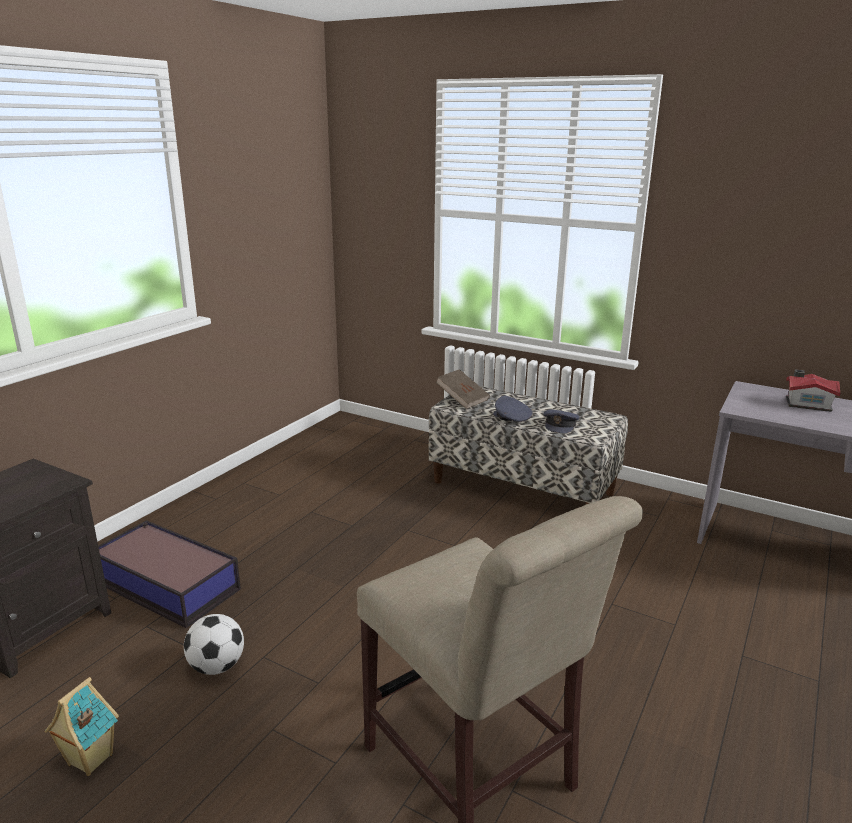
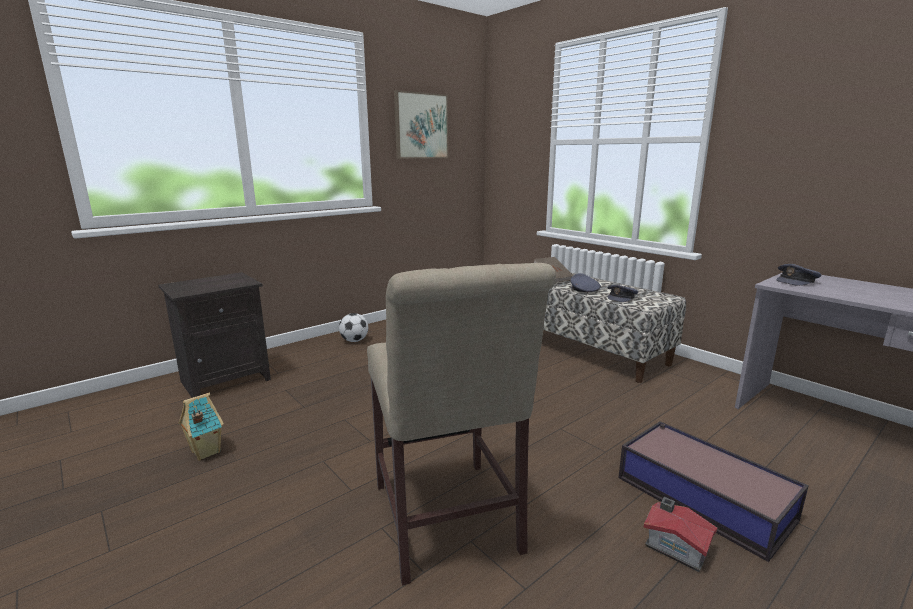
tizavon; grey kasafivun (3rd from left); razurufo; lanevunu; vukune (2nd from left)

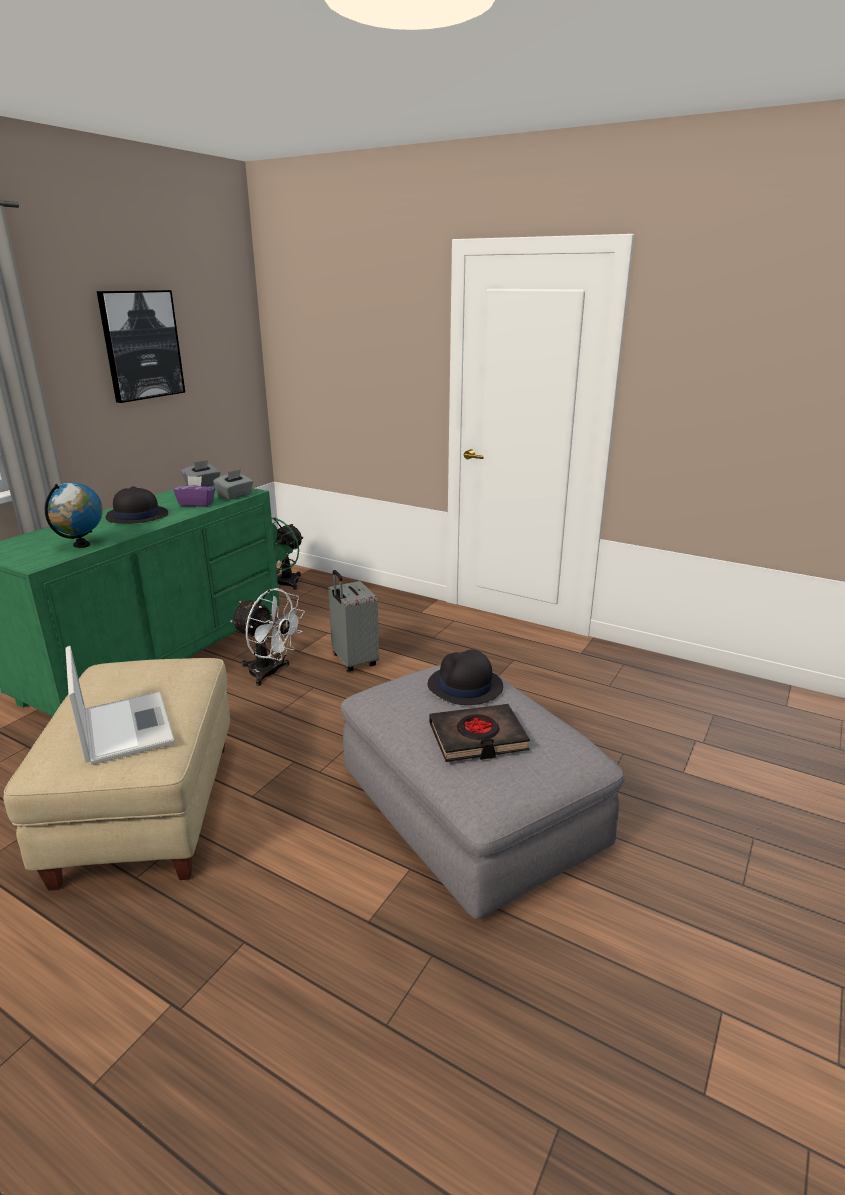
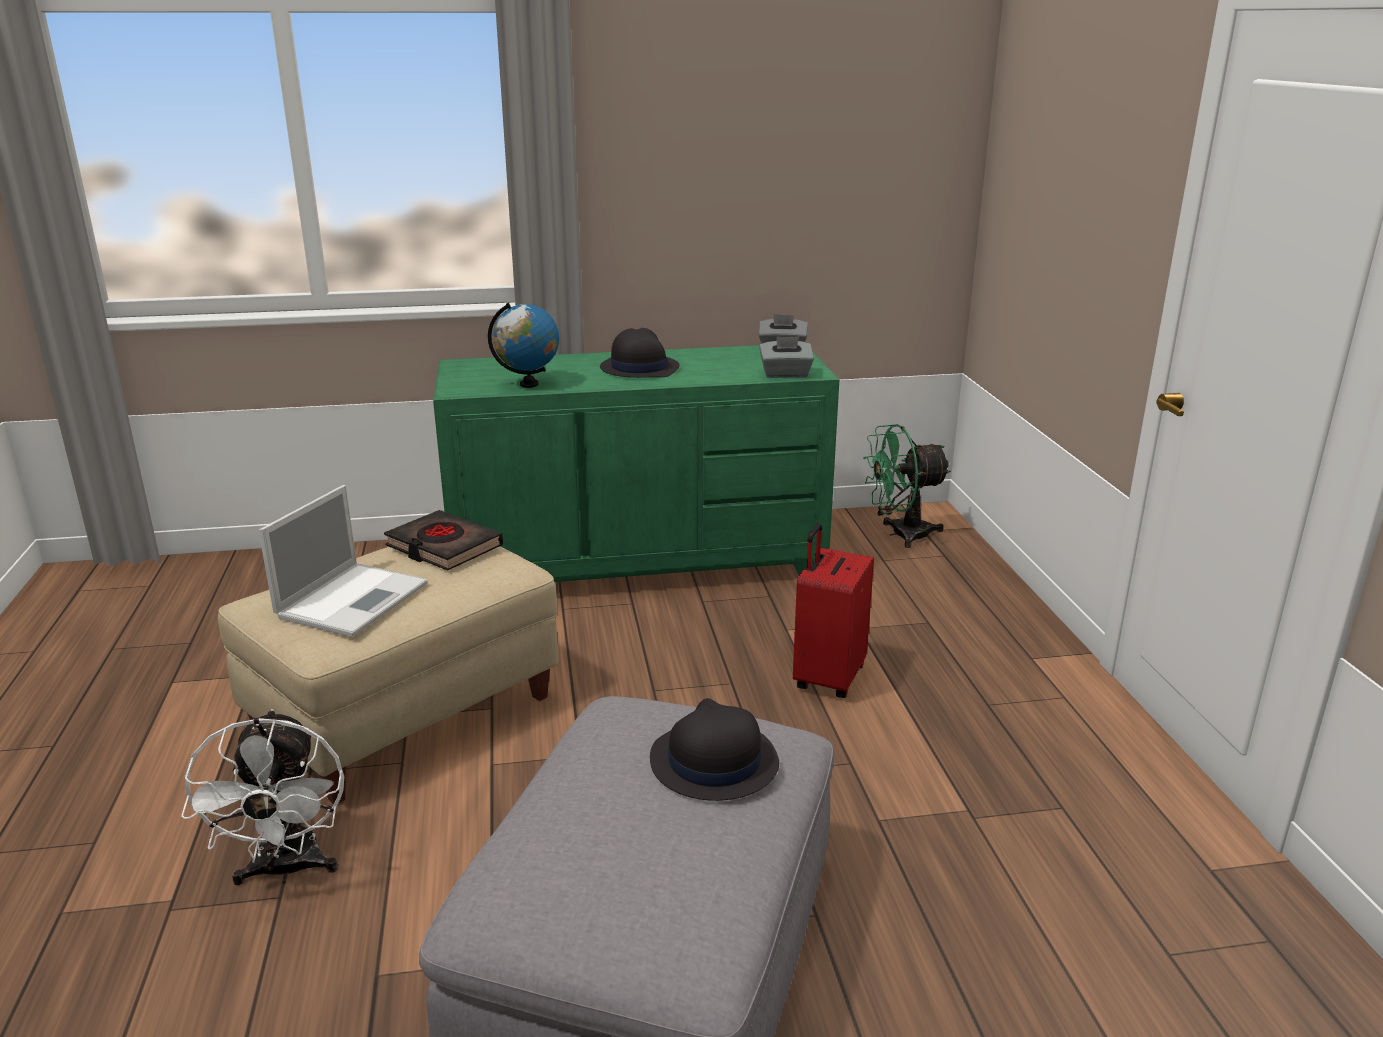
tizavon; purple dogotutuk; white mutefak; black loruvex; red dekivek

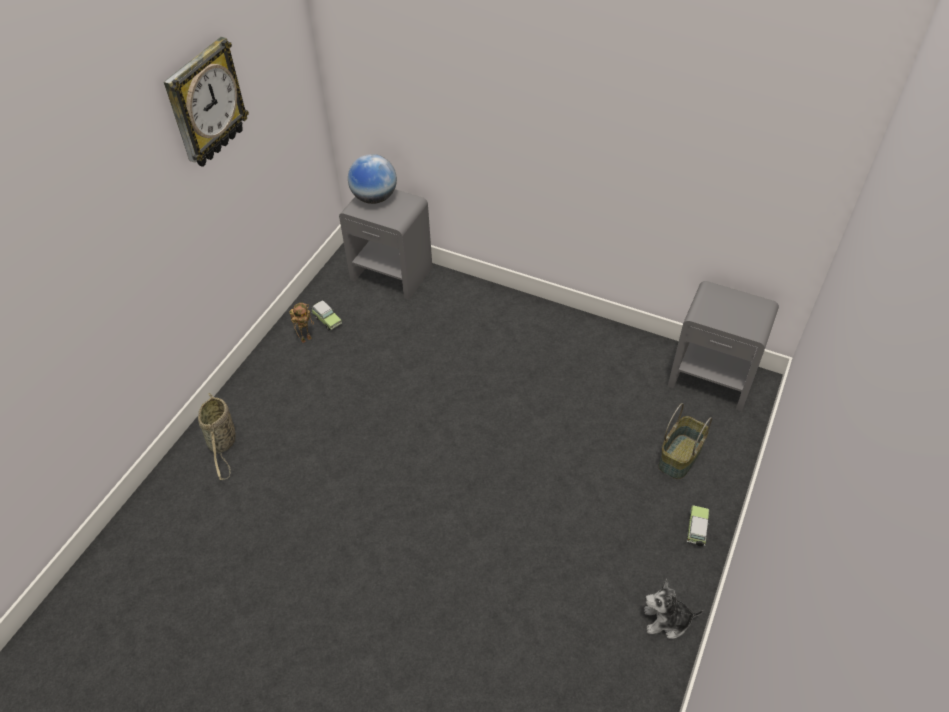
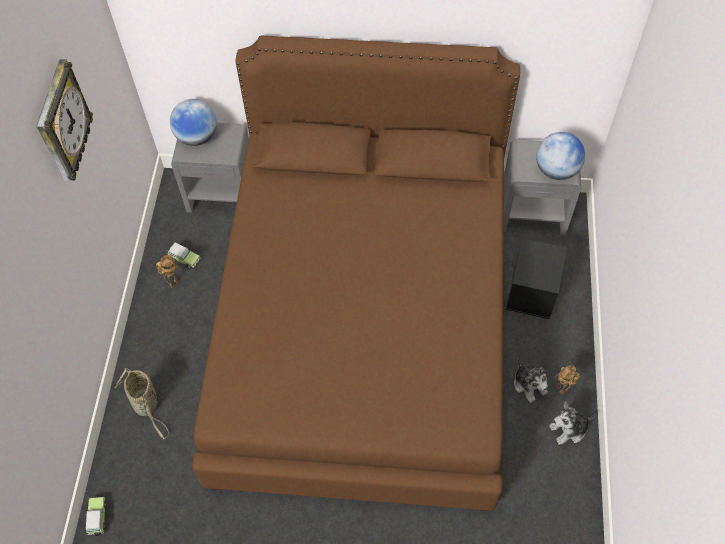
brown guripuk; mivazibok (1st from left); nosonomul (2nd from left); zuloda (2nd from left); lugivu (1st from left); black razurufo

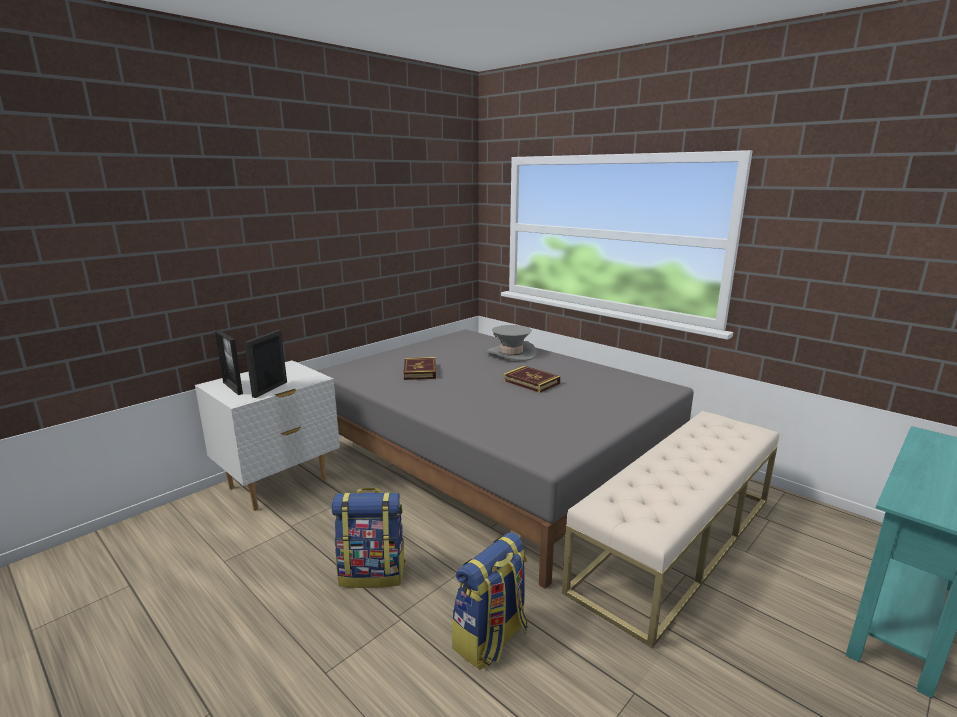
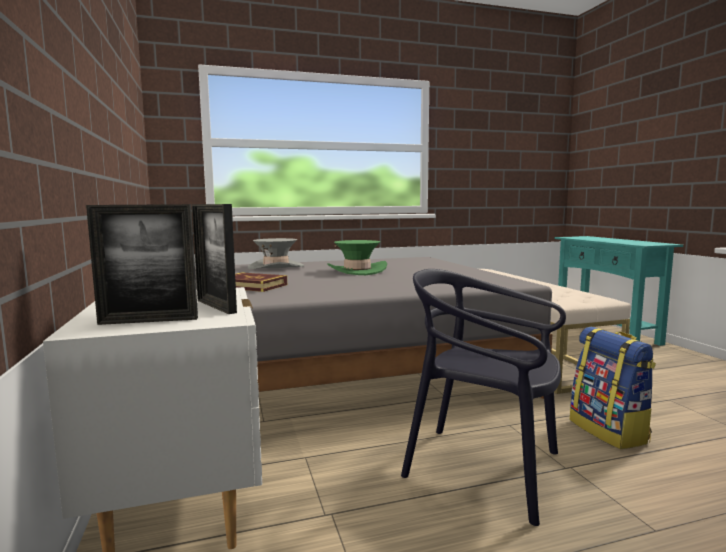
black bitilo; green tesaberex

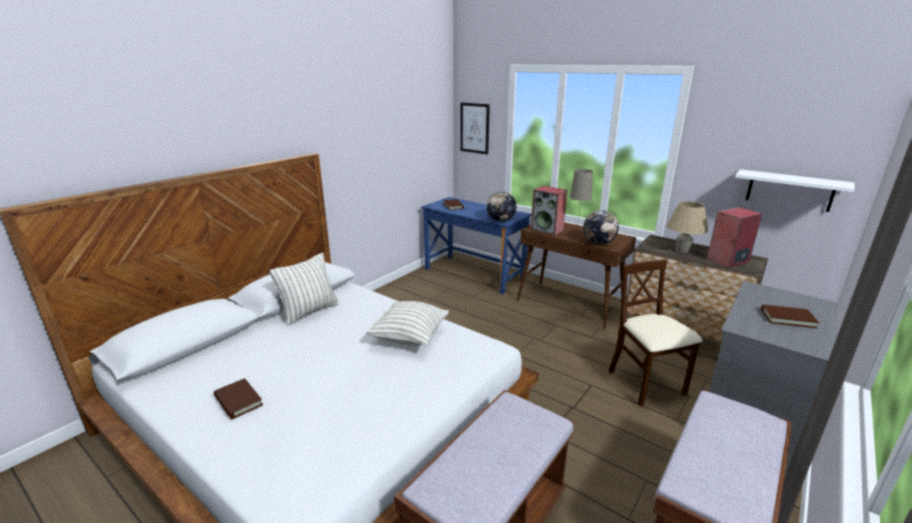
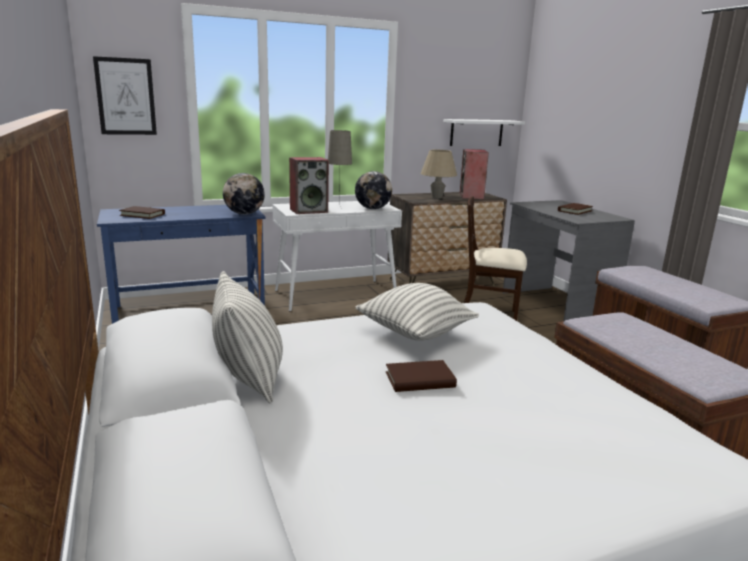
brown loruvex (2nd from left); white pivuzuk

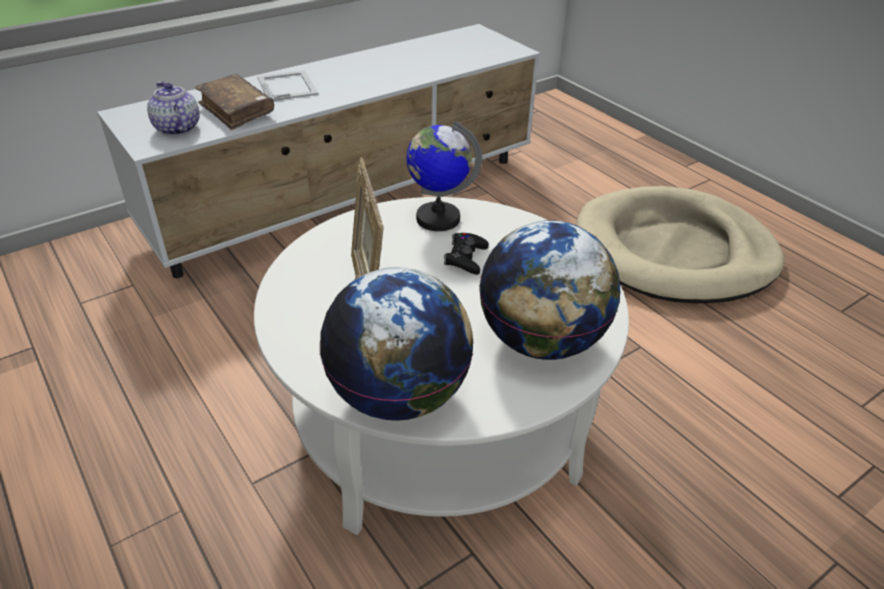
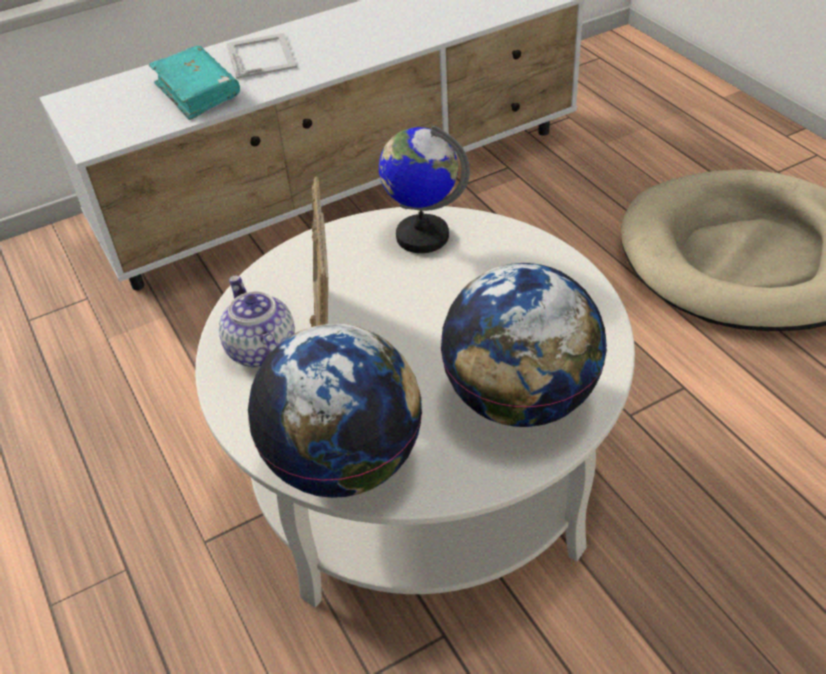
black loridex; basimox; turquoise loruvex

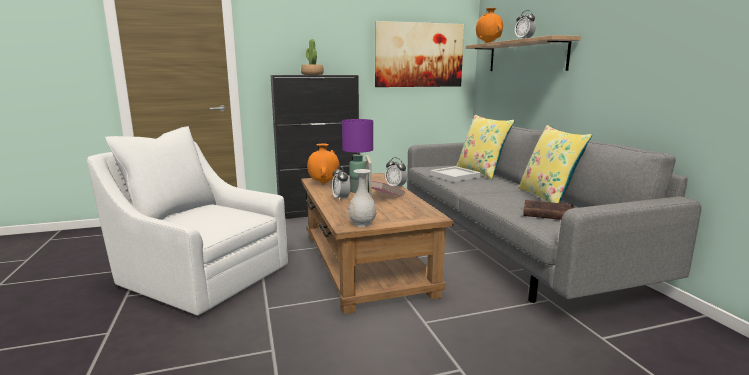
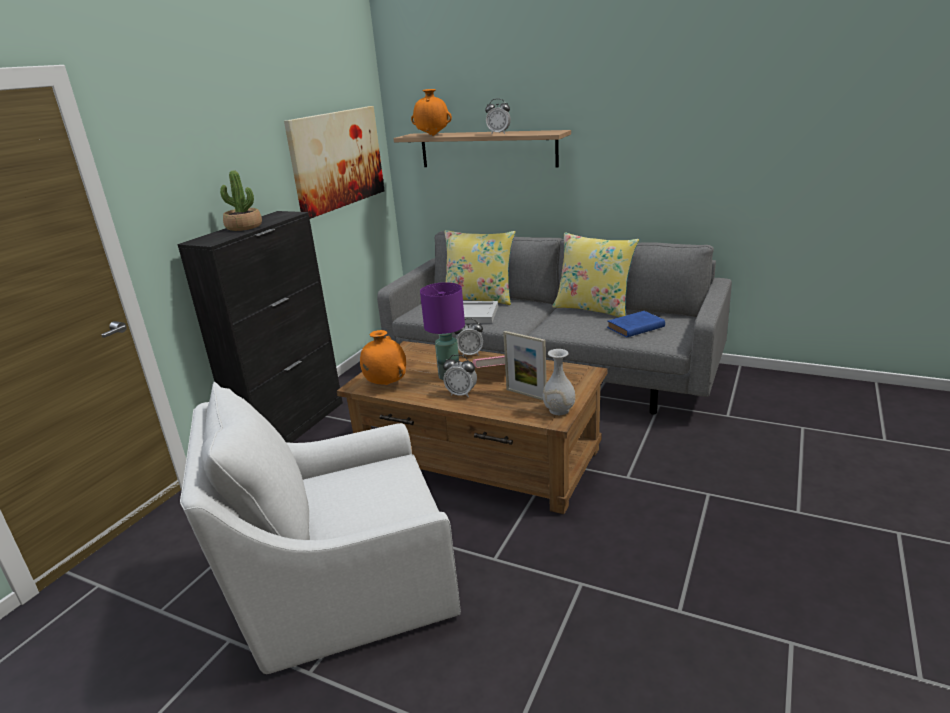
blue loruvex

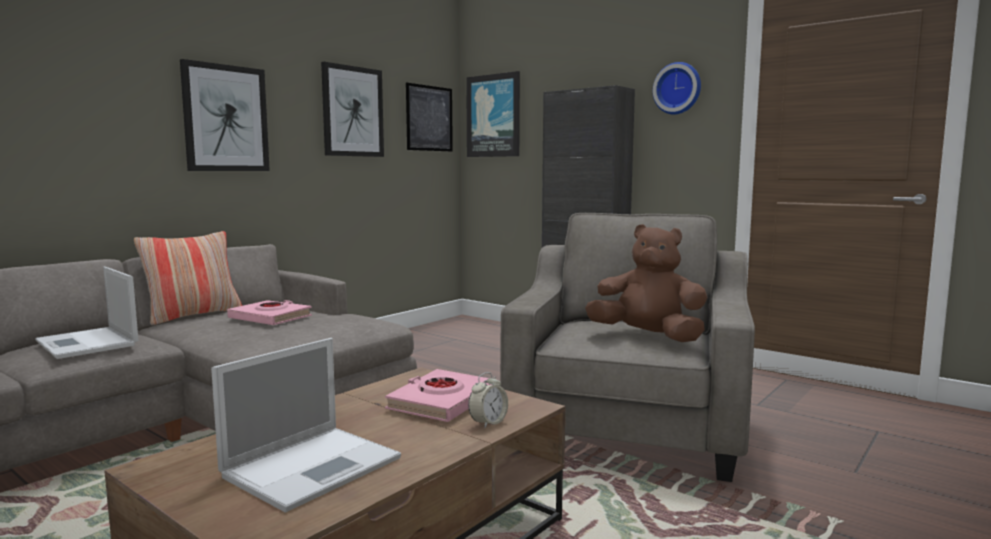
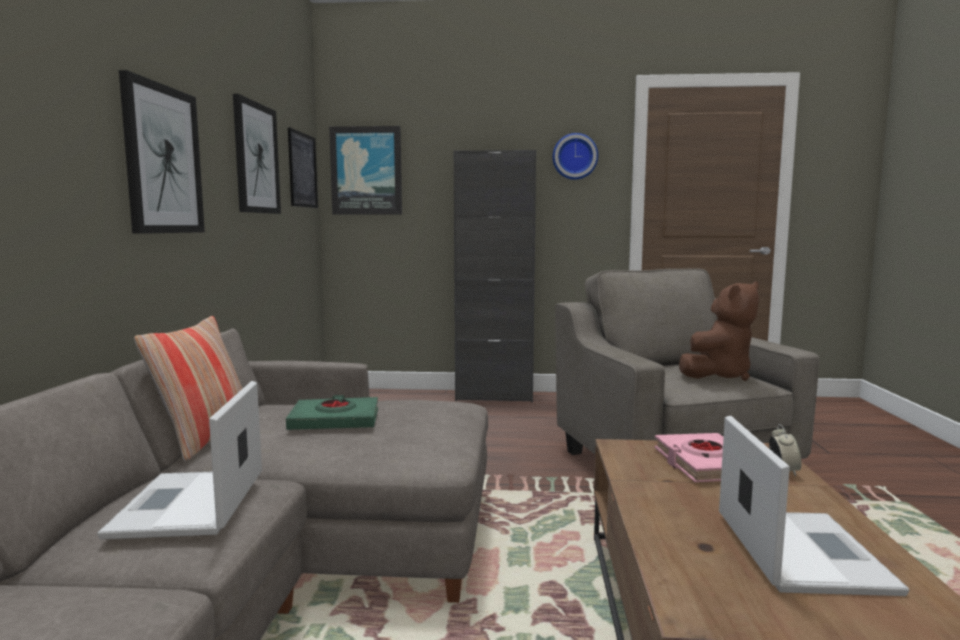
green loruvex; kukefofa (1st from left); brown mivazibok

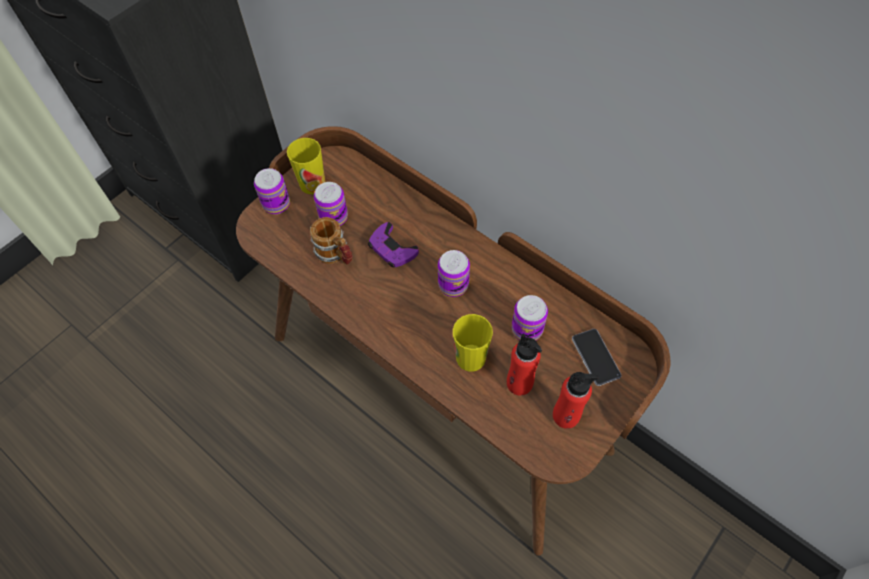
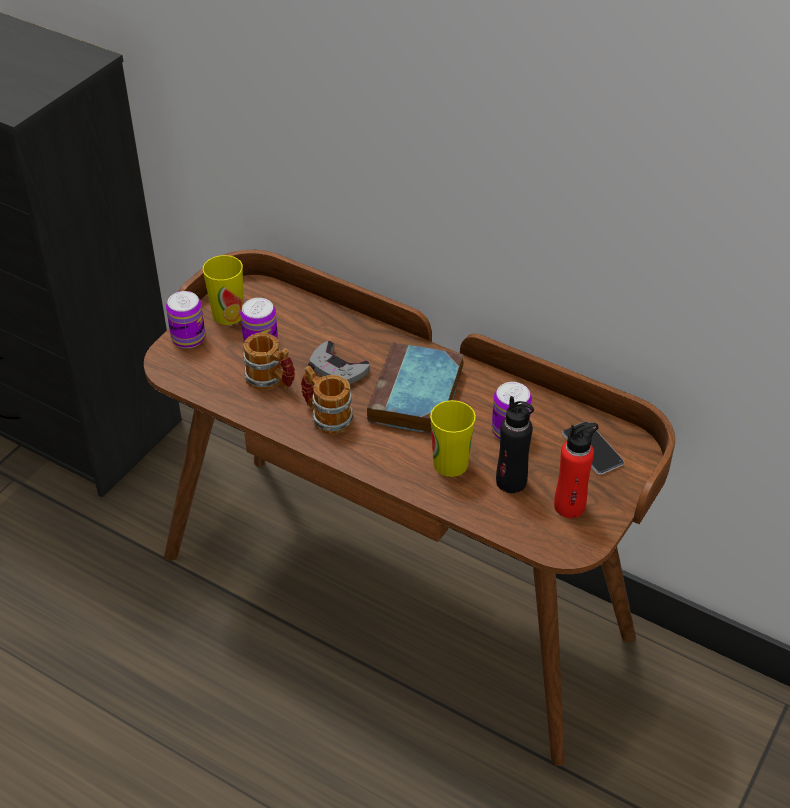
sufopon (2nd from left); loruvex; grey loridex; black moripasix

